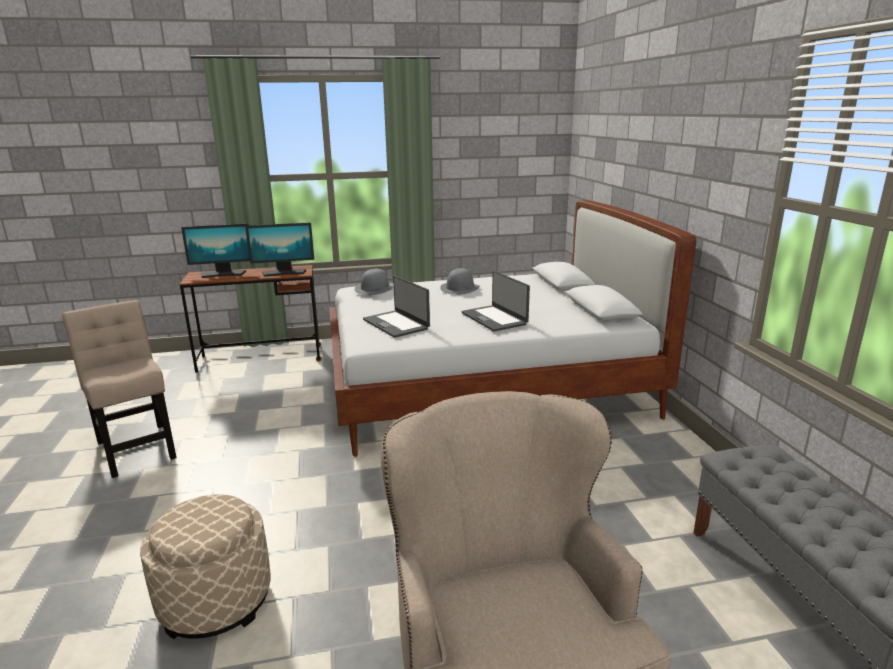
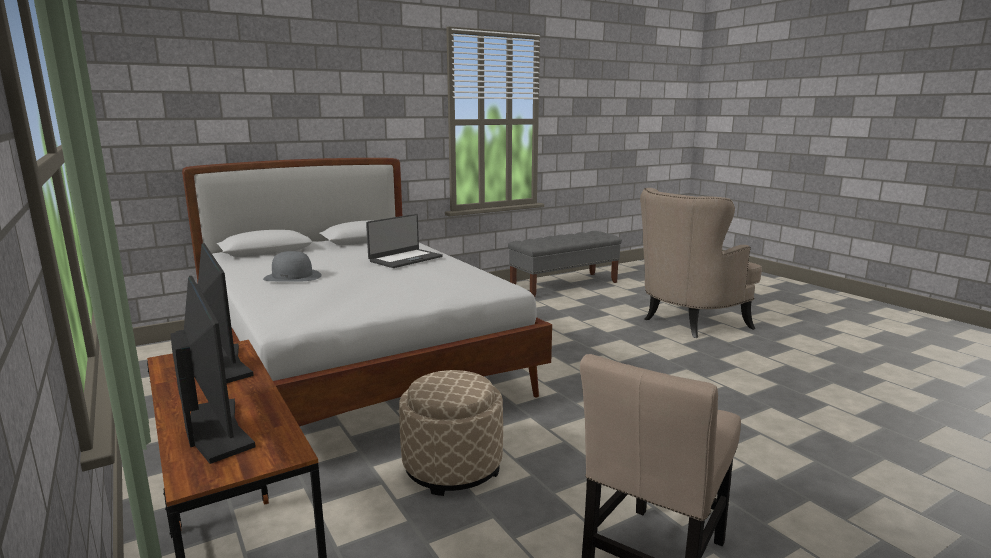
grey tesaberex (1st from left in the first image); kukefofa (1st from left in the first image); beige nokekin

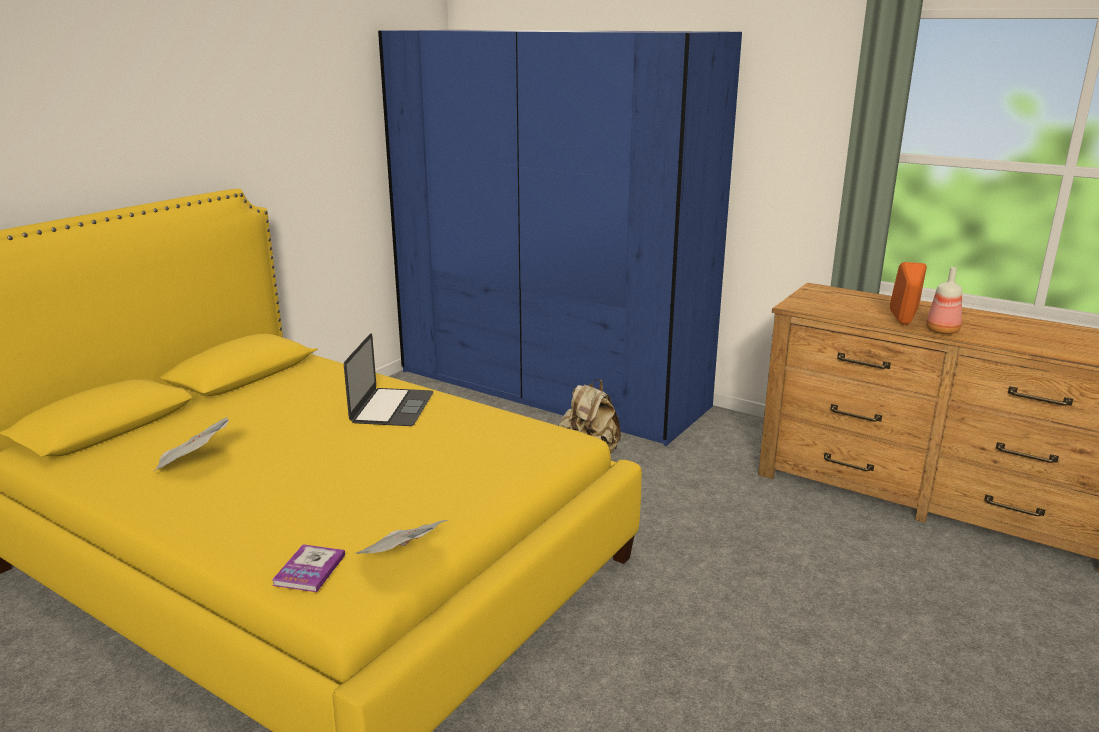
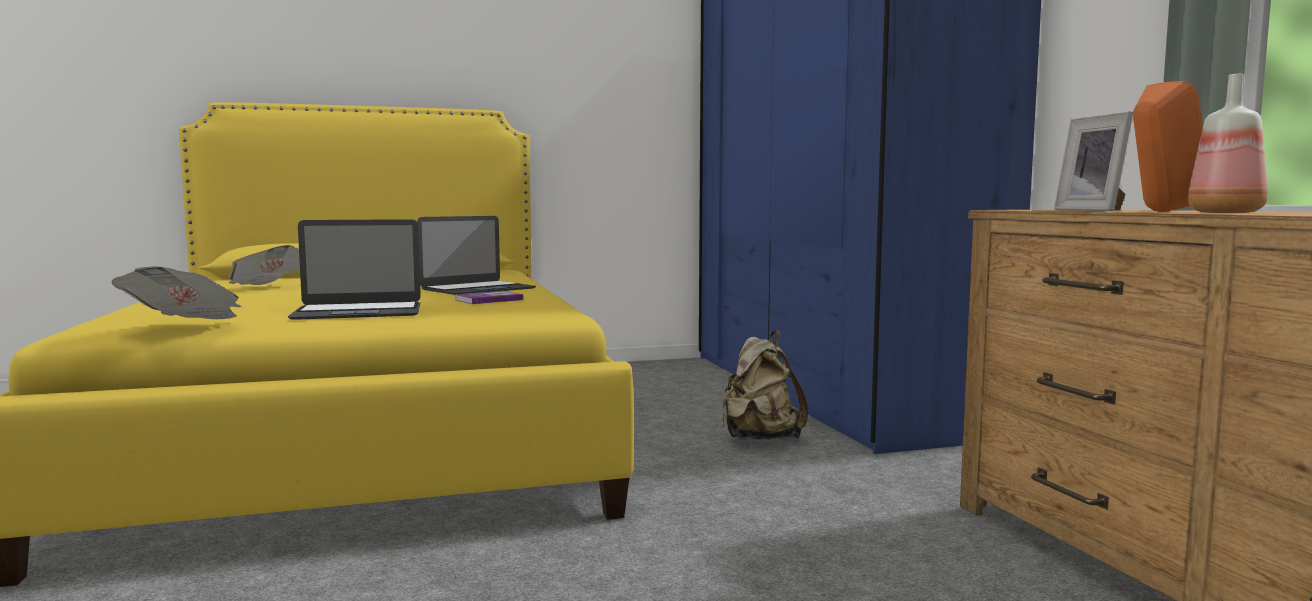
kukefofa (1st from left); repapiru; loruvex

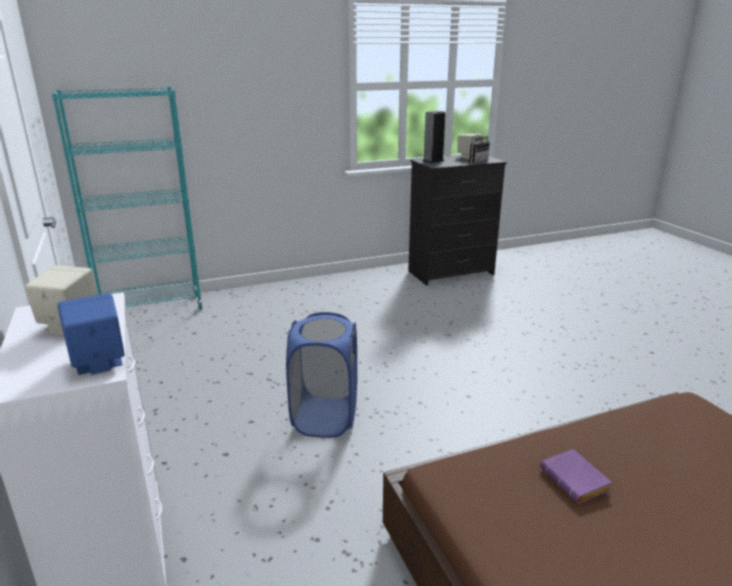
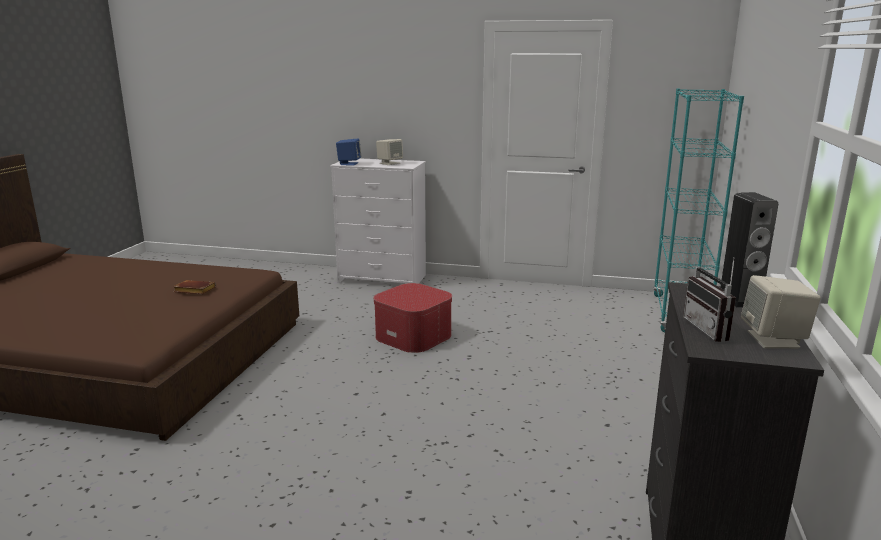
nokekin; brown loruvex

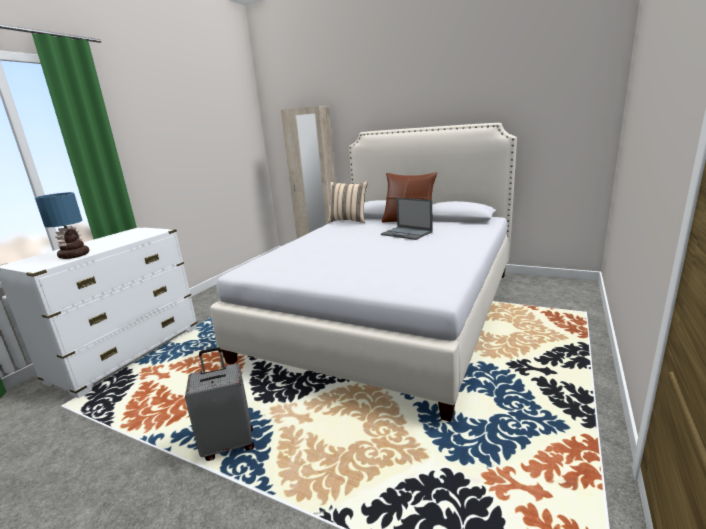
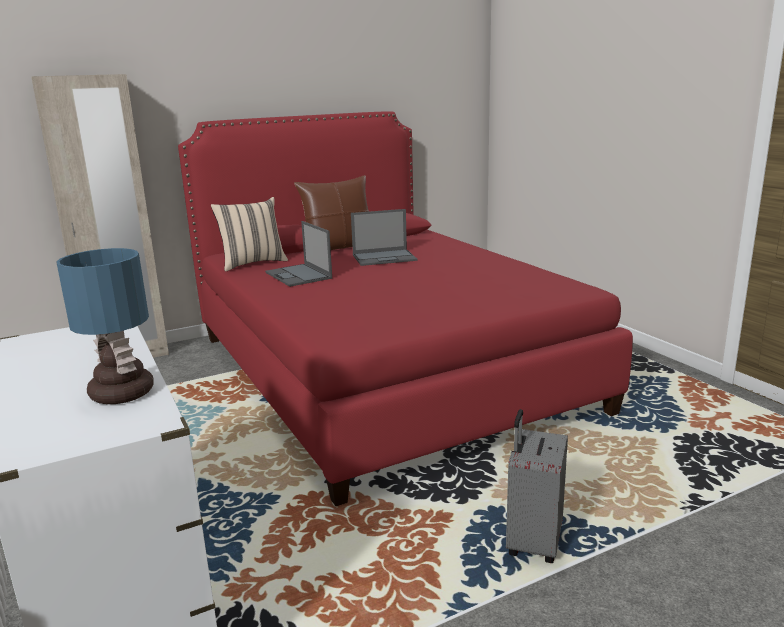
kukefofa (1st from left); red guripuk

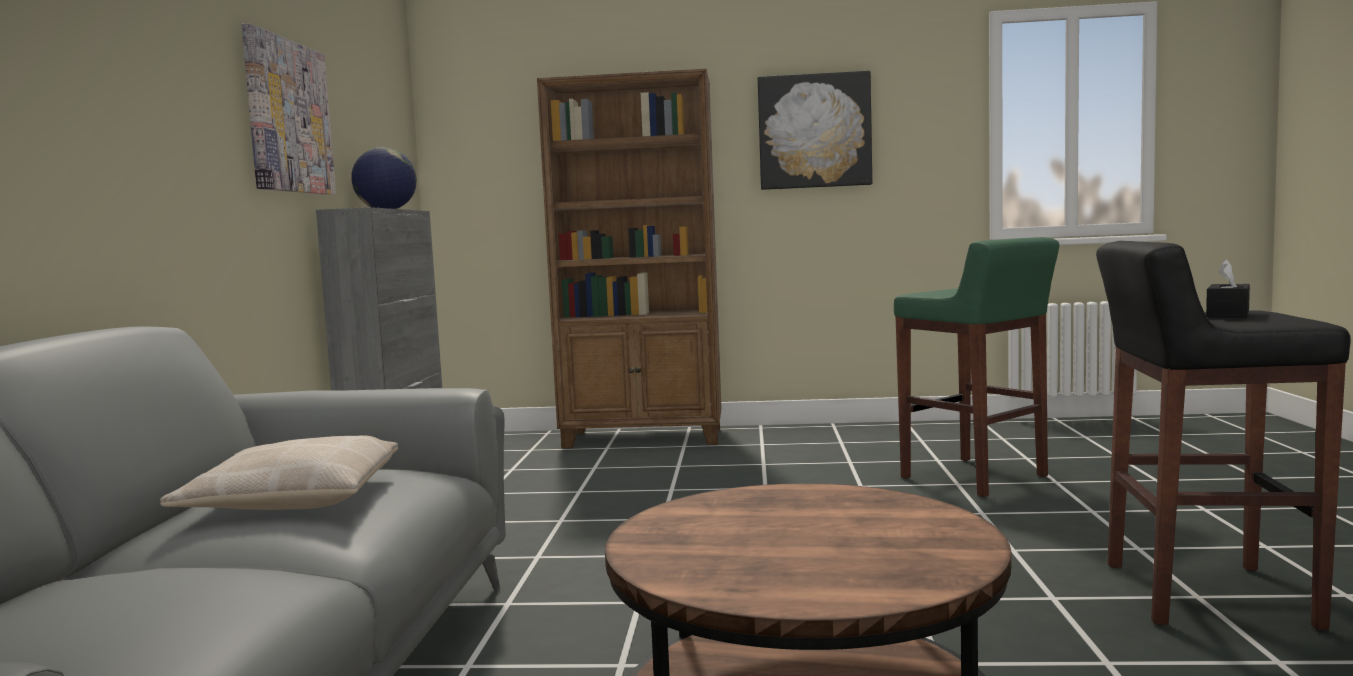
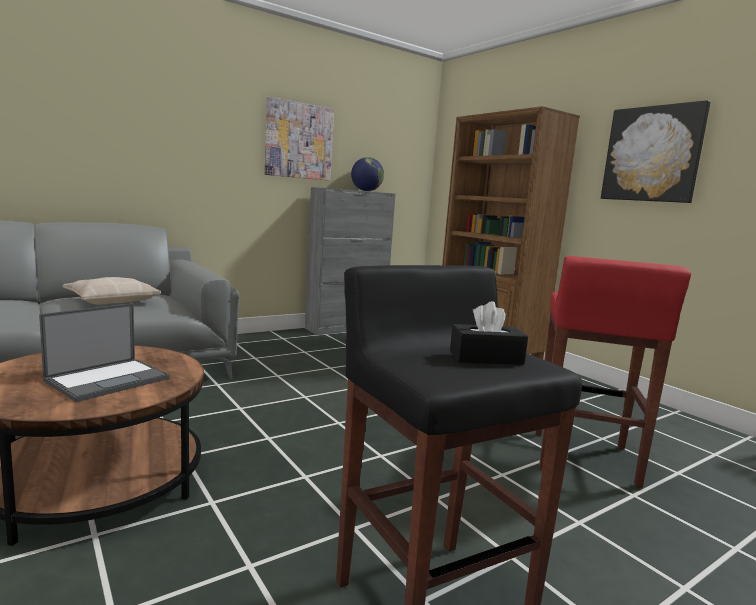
kukefofa; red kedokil

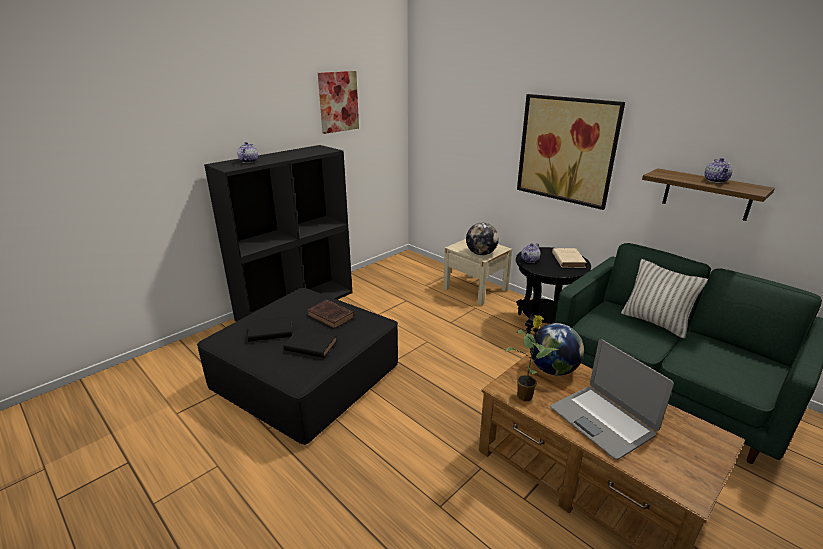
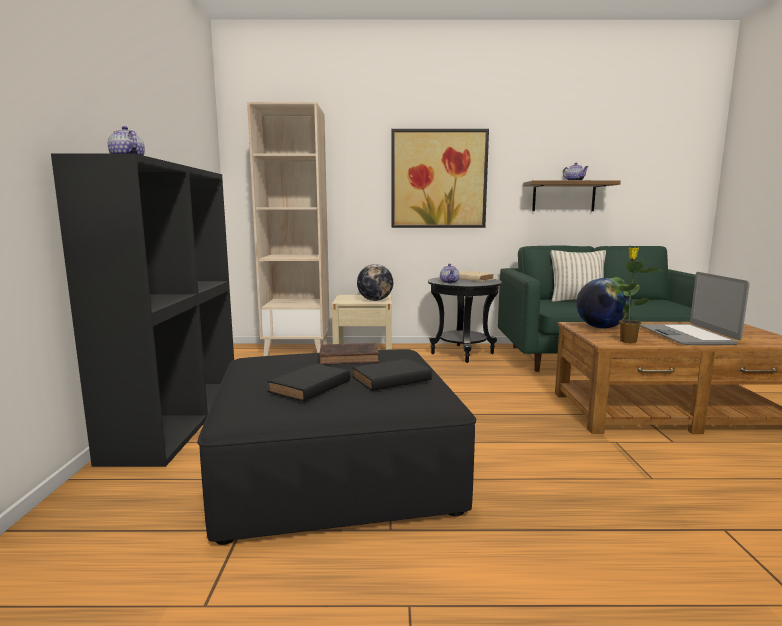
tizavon (1st from left in the first image); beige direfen; kukefofa

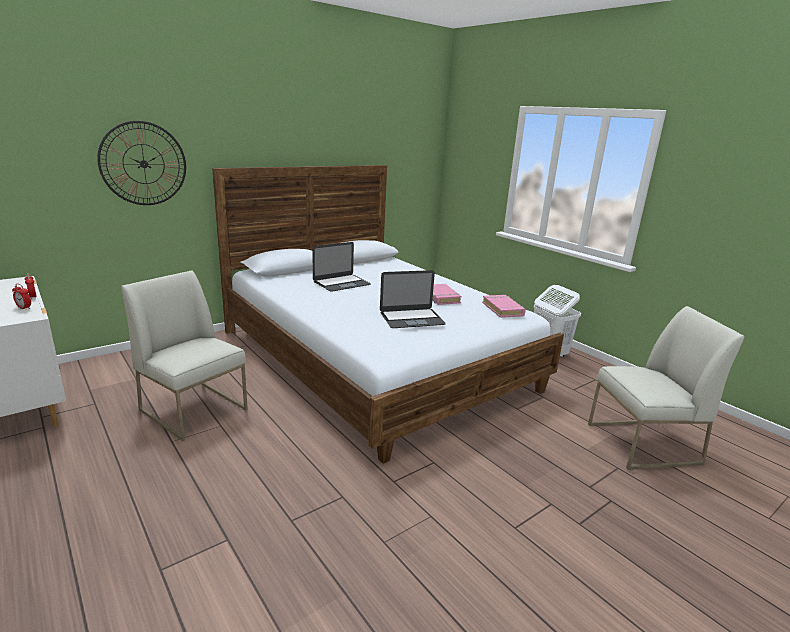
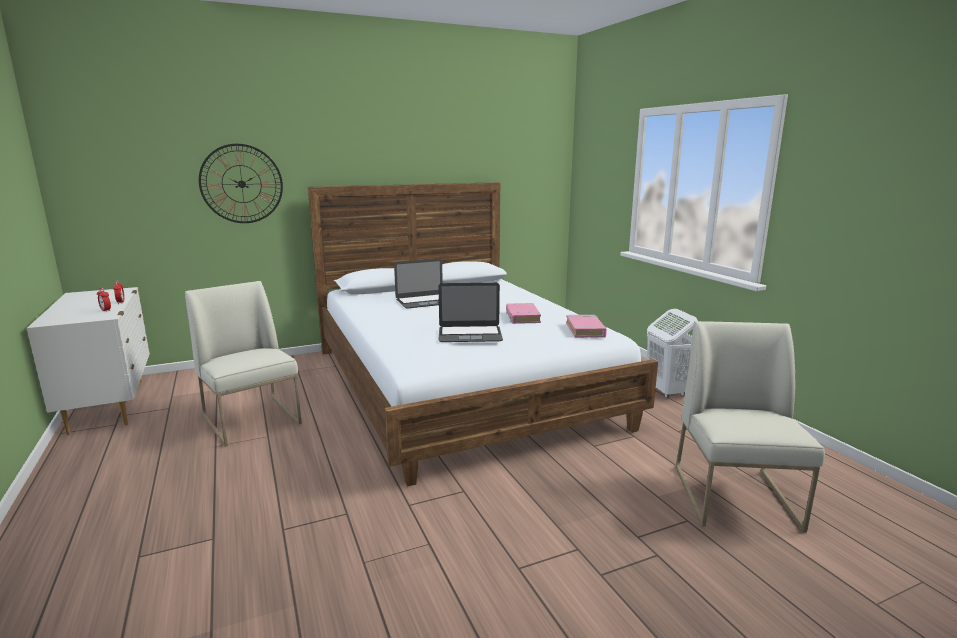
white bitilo (2nd from left)

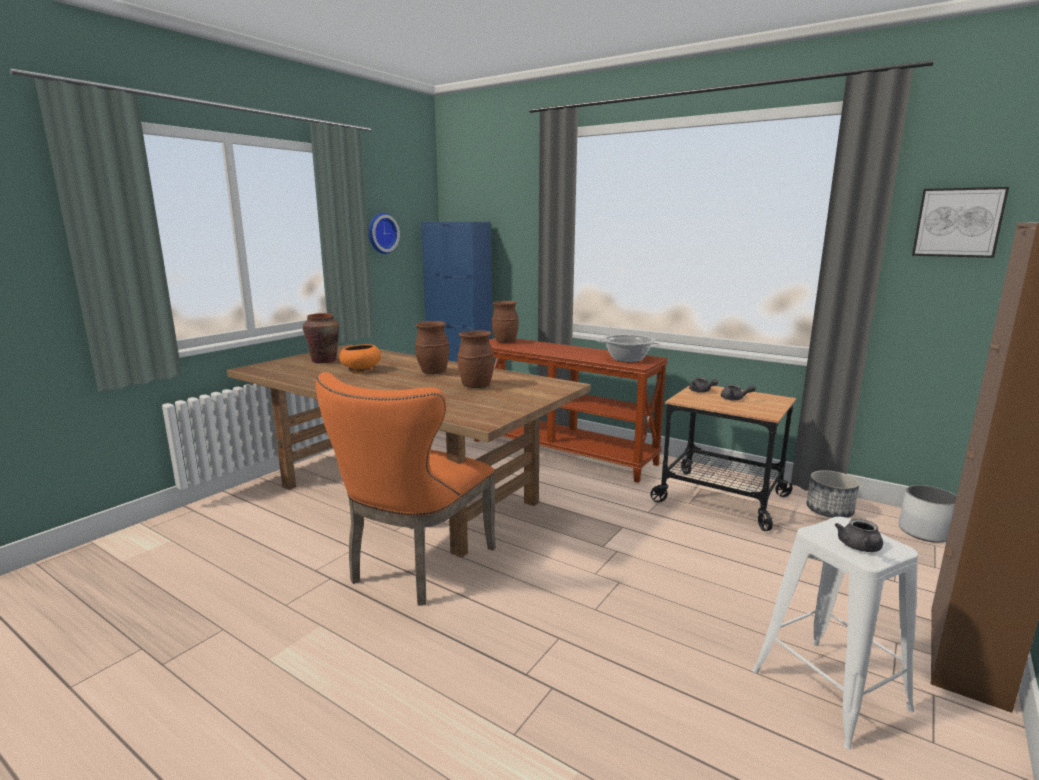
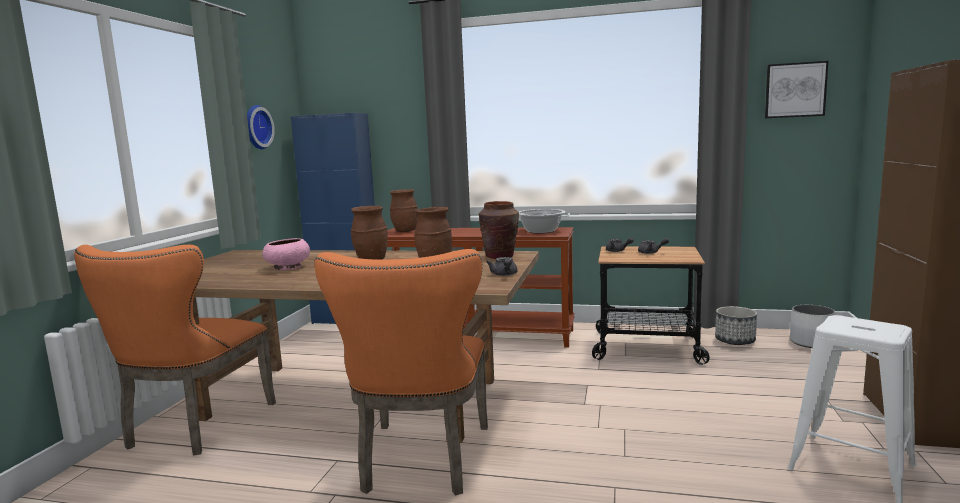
orange bitilo (1st from left); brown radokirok (4th from left); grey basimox (1st from left); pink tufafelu

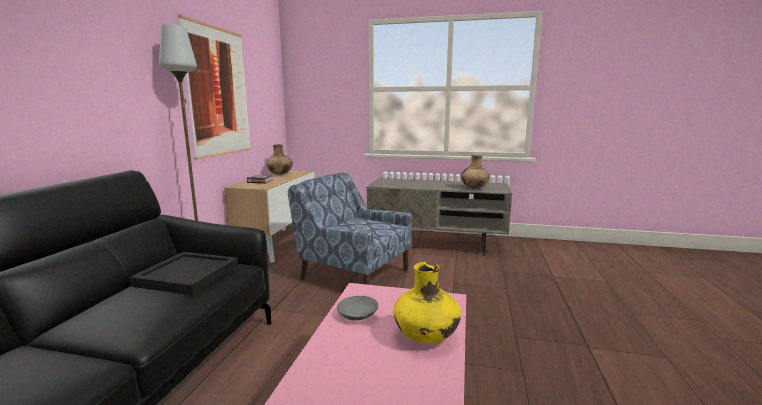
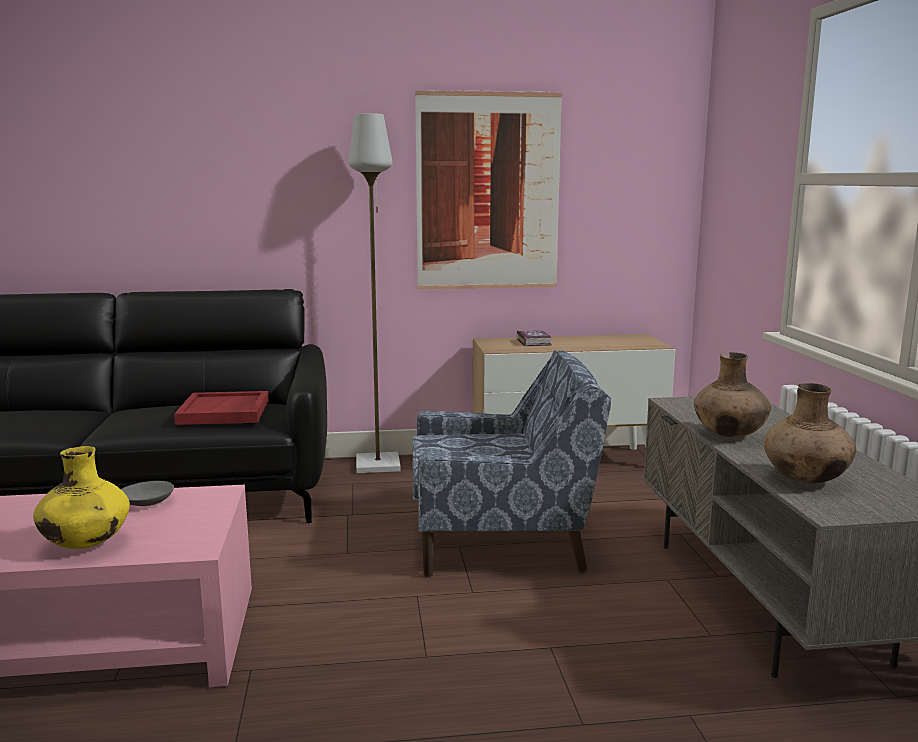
brown radokirok (1st from left); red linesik; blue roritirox

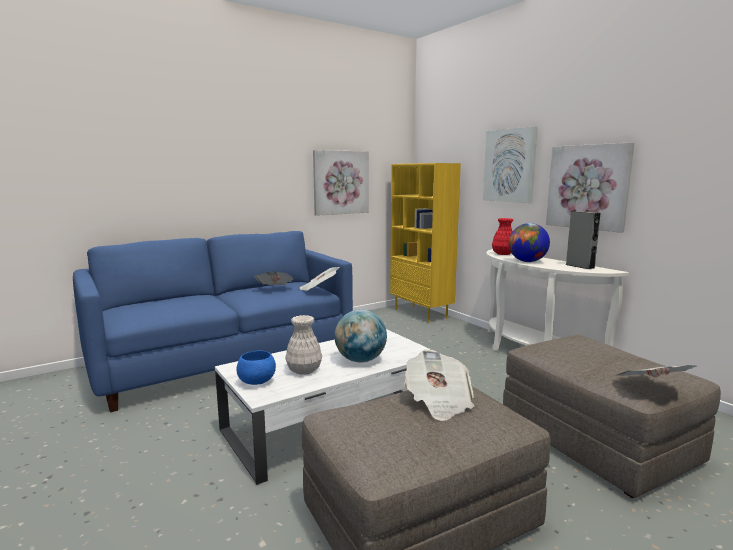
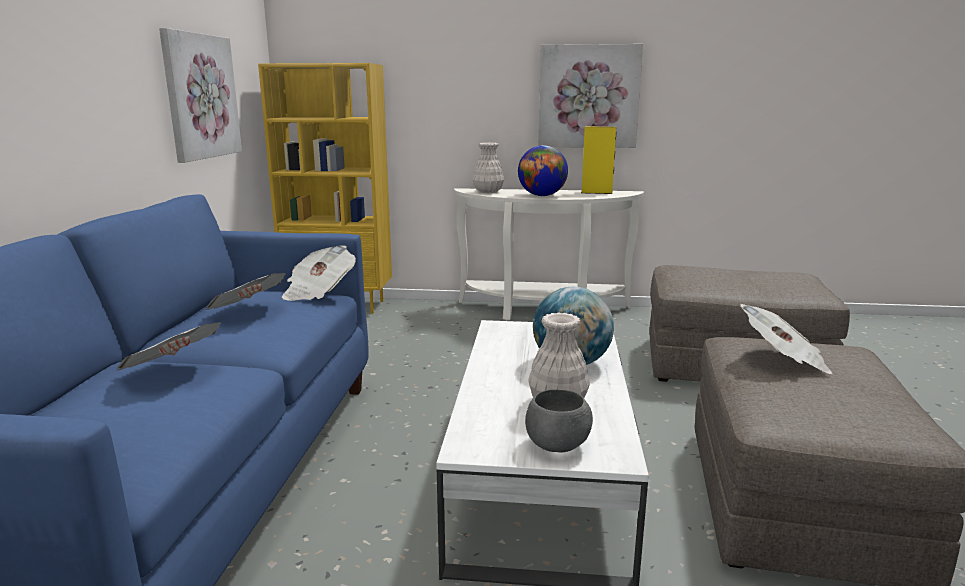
tizavon (2nd from left in the first image); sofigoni (1st from left); grey tufafelu; white radokirok (1st from left); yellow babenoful

